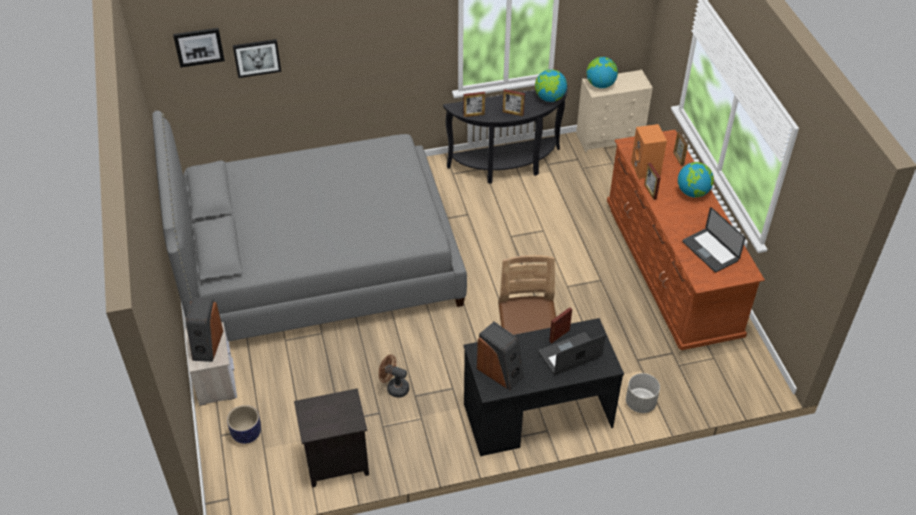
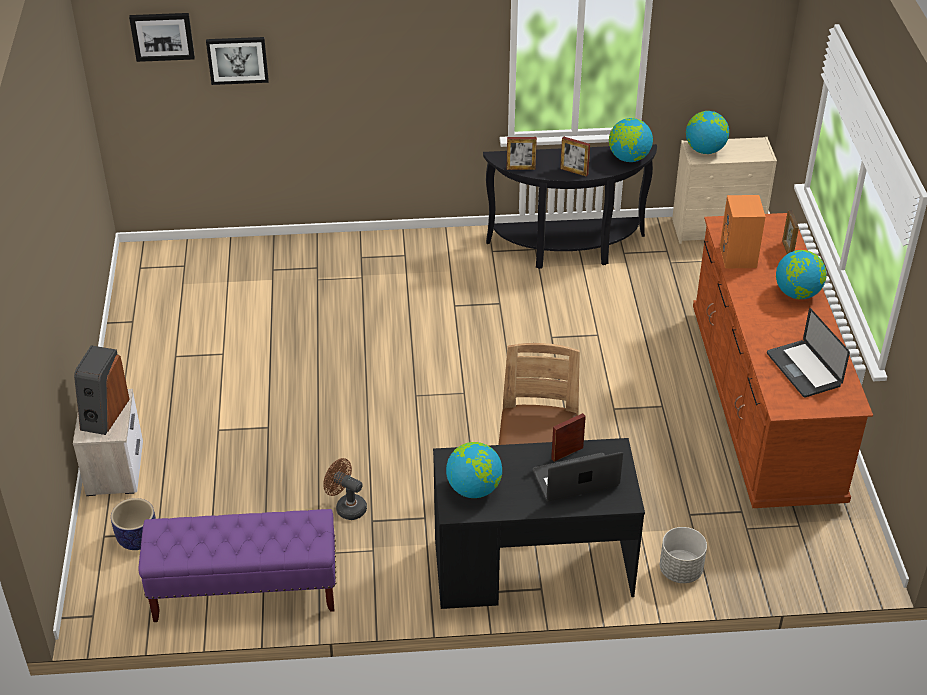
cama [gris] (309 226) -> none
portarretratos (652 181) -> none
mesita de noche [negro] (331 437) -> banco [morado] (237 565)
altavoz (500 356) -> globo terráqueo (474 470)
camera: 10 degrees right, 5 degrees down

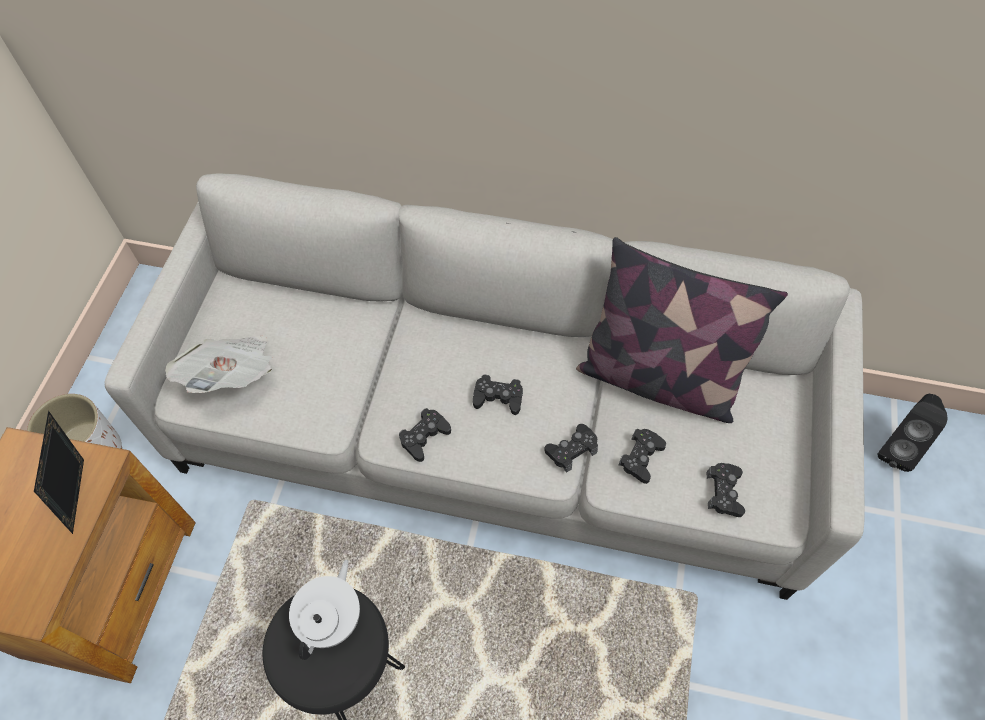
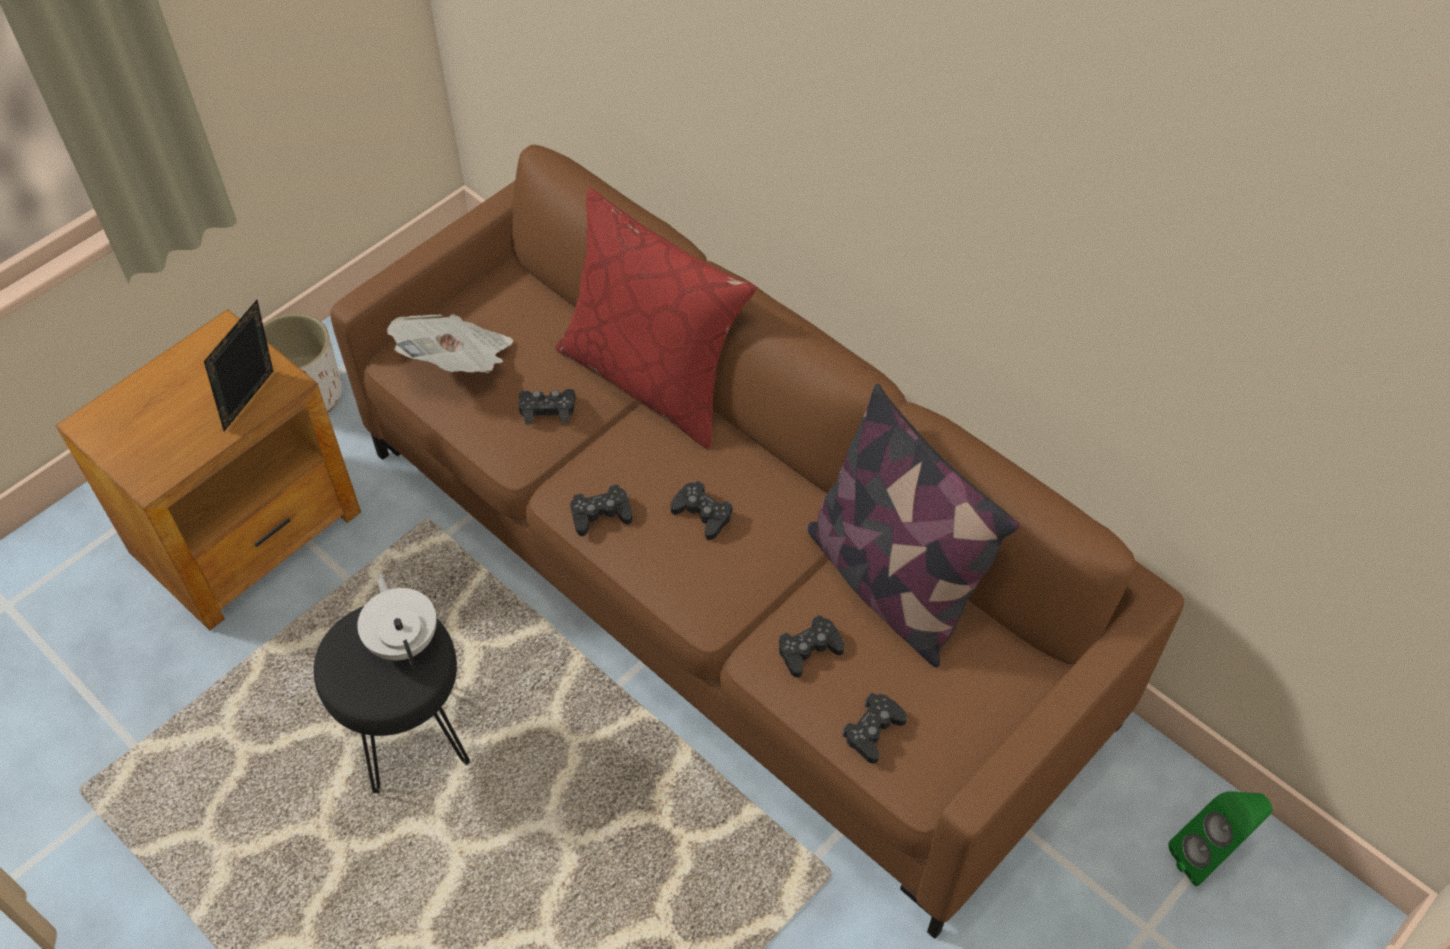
none -> cojín [rojo] (656 319)
mando de consola [negro] (571 448) -> mando de consola [negro] (547 406), move
sofá [gris] (484 386) -> sofá [marrón] (757 542)
altavoz [negro] (912 433) -> altavoz [verde] (1221 839)
tetera [blanco] (324 610) -> tetera [blanco] (397 621), 75 degrees counterclockwise
camera: 30 degrees right, 5 degrees down

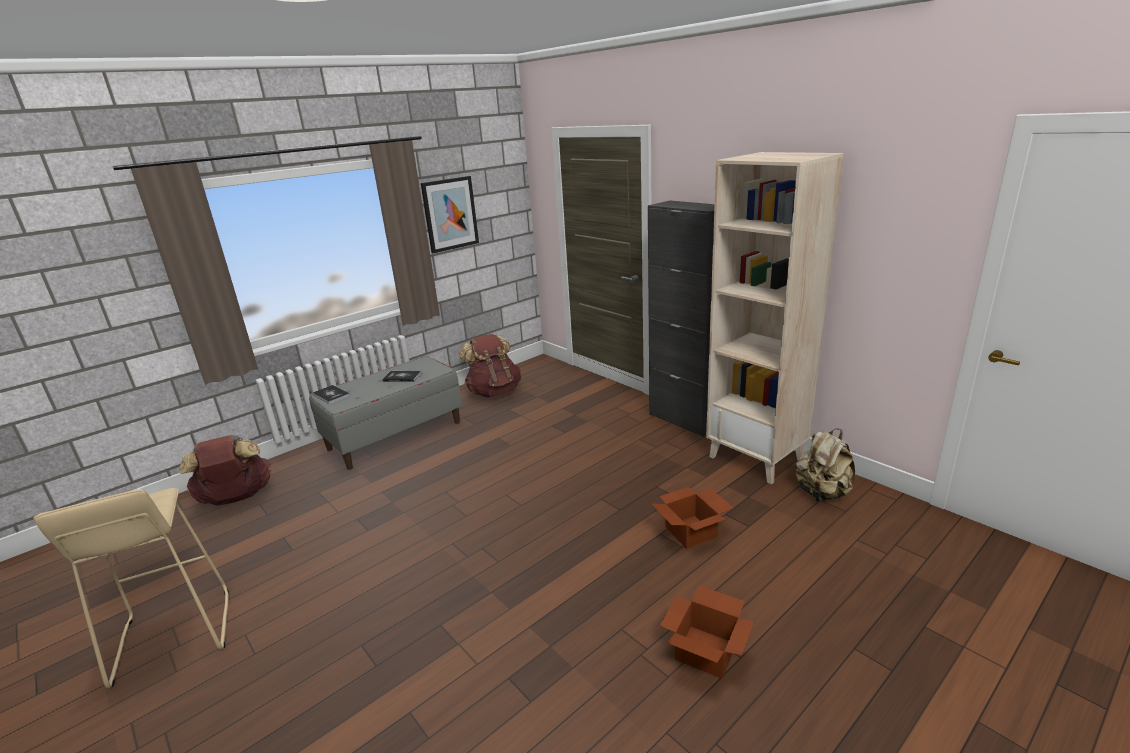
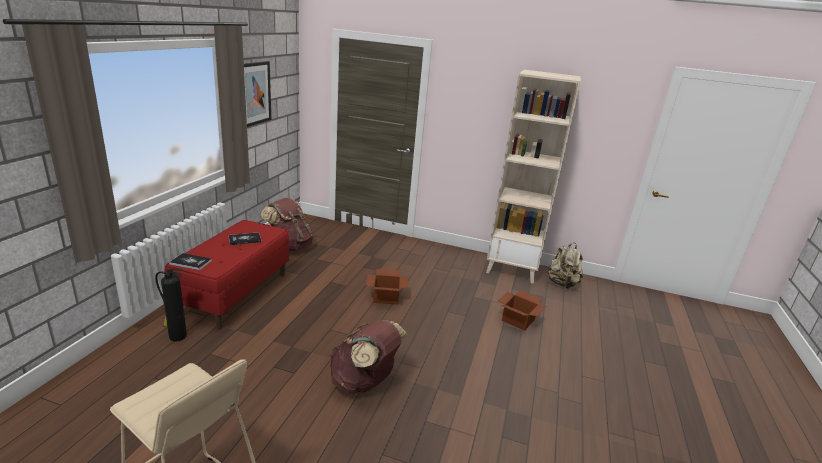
armario [negro] (681 318) -> none
none -> extintor (171 304)
mochila [marrón] (225 470) -> mochila [marrón] (369 357), move
caja de cartón (707 632) -> caja de cartón (387 287), move
banco [gris] (385 413) -> banco [rojo] (226 275)
camera: 35 degrees left, 0 degrees up

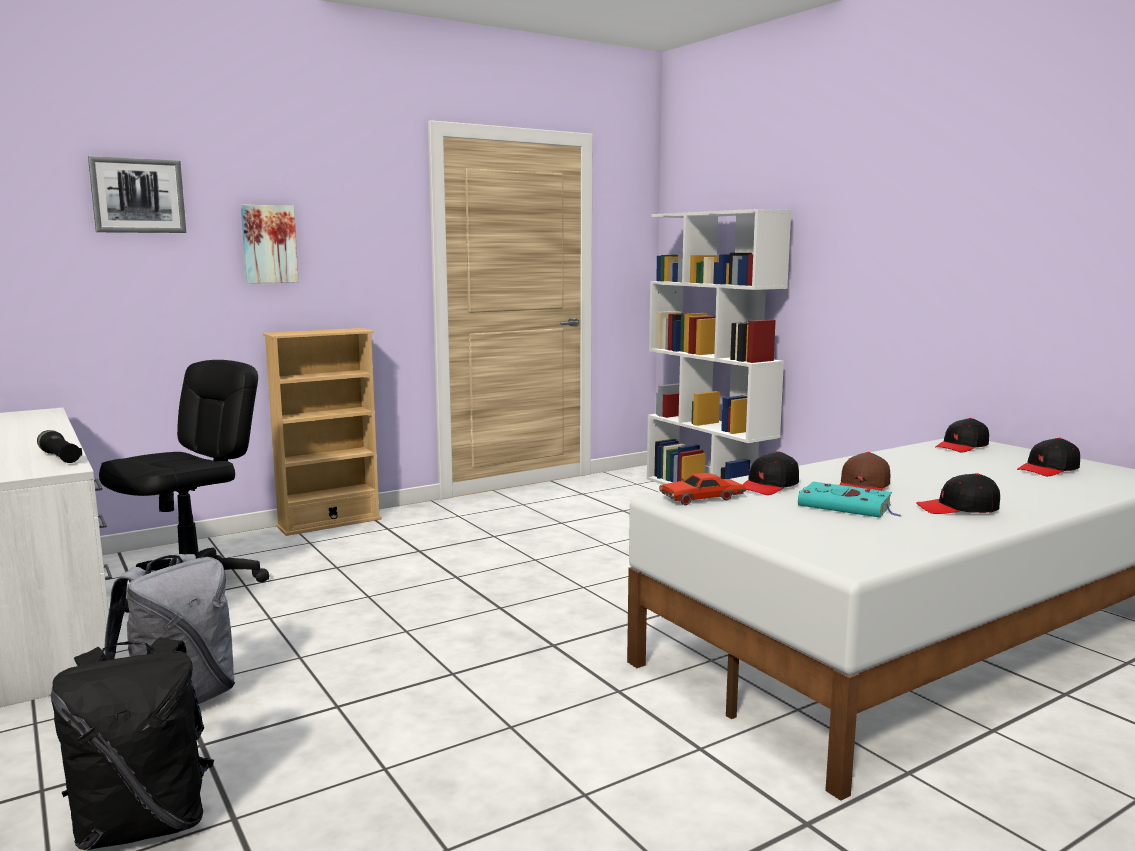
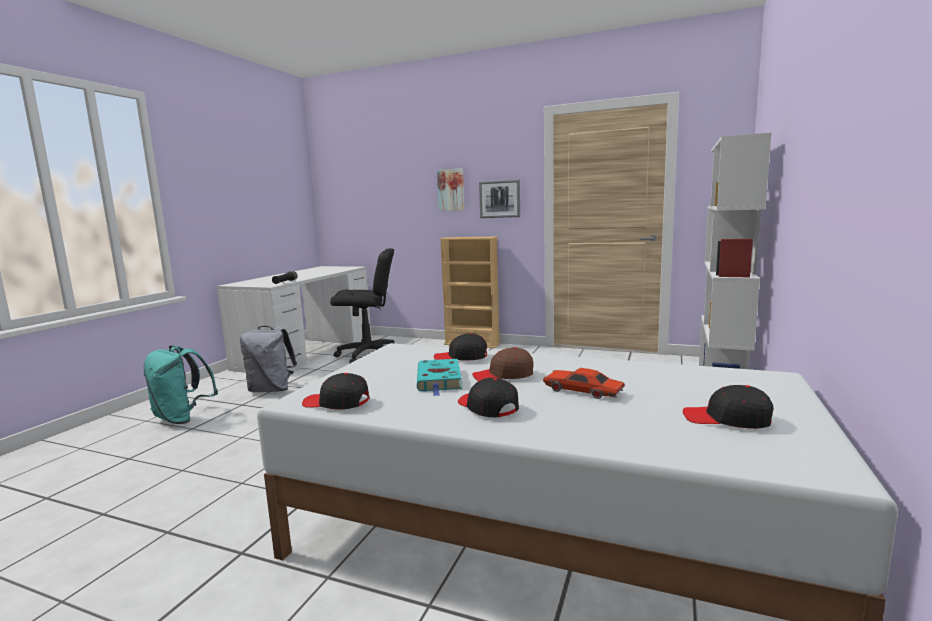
cuadro (137 194) -> cuadro (499 199), move
coche de juguete [rojo] (702 489) -> coche de juguete [rojo] (584 383), move
gorra [negro] (962 435) -> gorra [negro] (335 391), move
mochila [negro] (132 743) -> mochila [turquesa] (181 384)
camera: 55 degrees right, 0 degrees up

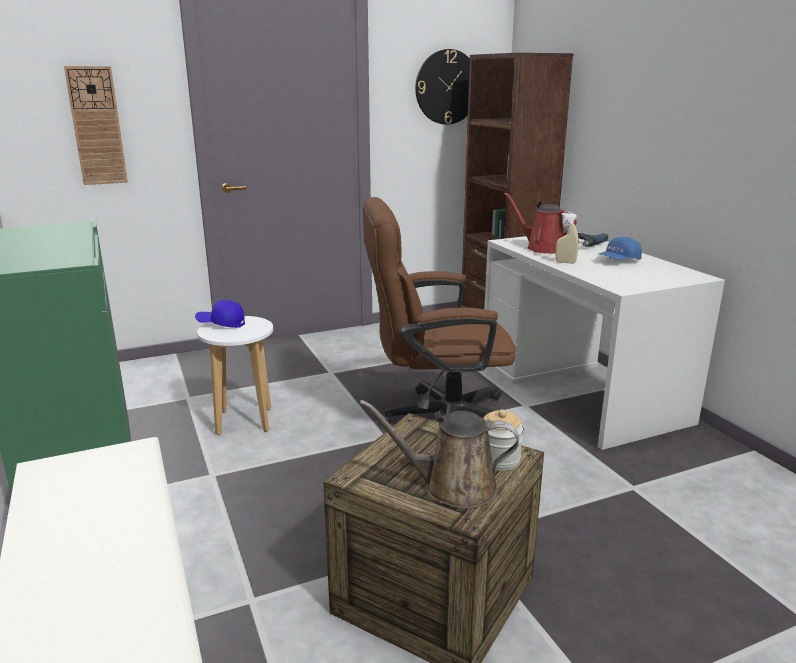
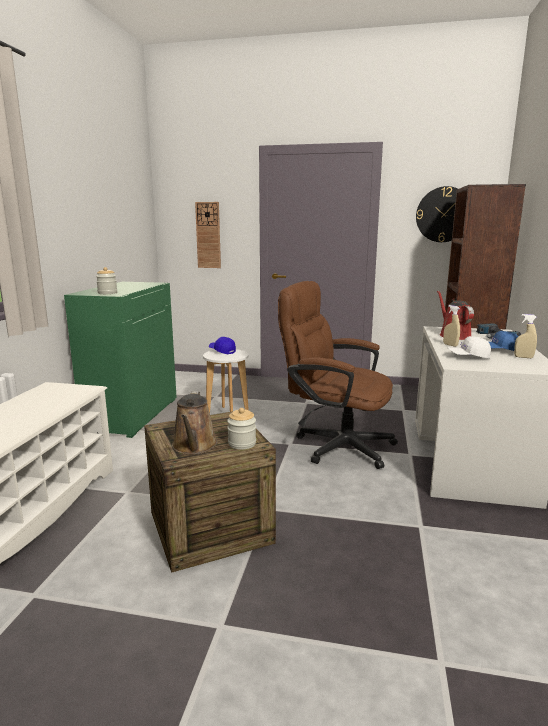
none -> tarro (106 280)
none -> gorra [blanco] (469 347)
none -> pulverizador [beis] (525 336)
regadera [marrón] (439 454) -> regadera [marrón] (195 422), 135 degrees counterclockwise
camera: 35 degrees right, 5 degrees down

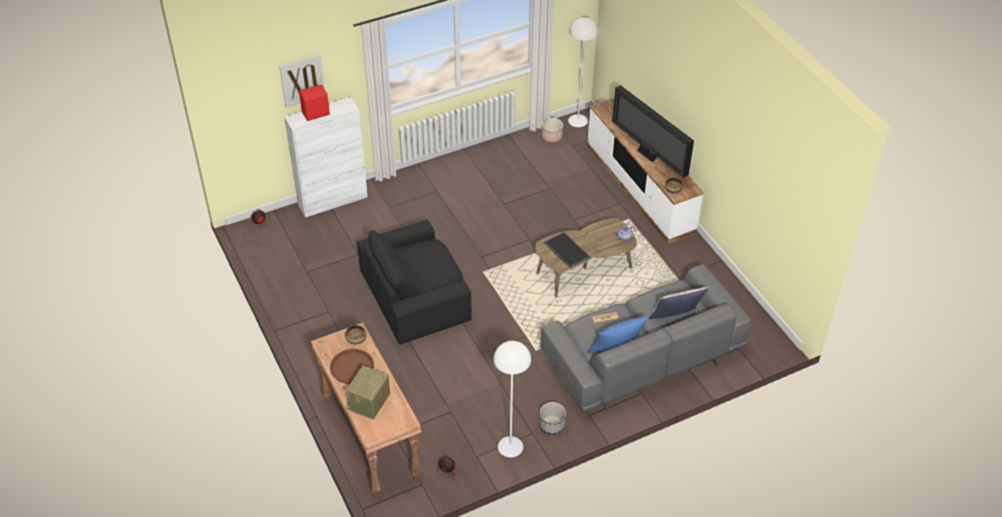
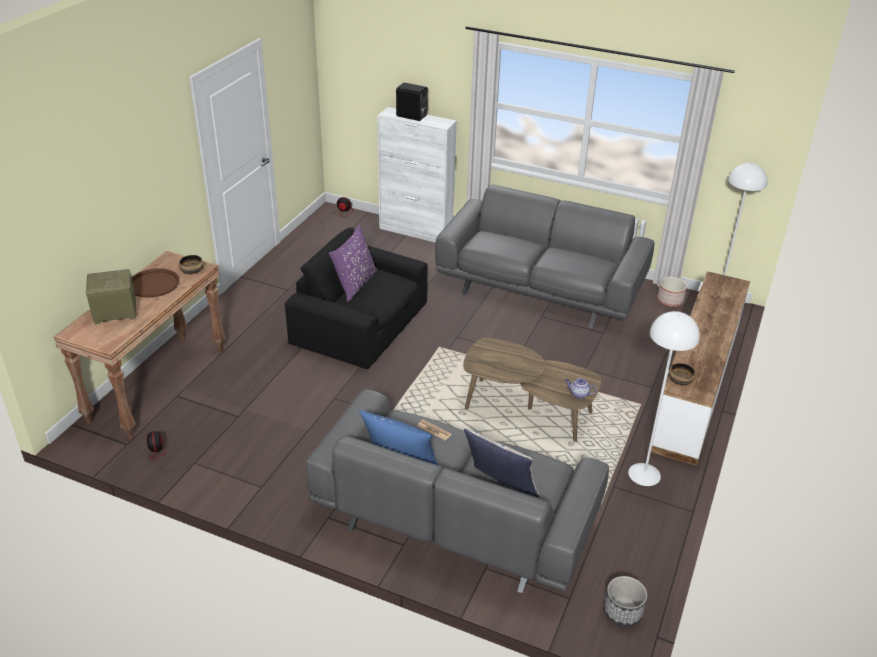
cuadro (302 81) -> none
bandeja (567 250) -> none
televisor (653 131) -> none
none -> cojín [morado] (353 263)
none -> sofá [gris] (544 256)
lámpara de pie [blanco] (512 399) -> lámpara de pie [blanco] (664 398), move
maceta (552 418) -> maceta (625 601), move
altavoz [rojo] (314 102) -> altavoz [negro] (411 101)
camera: 50 degrees right, 10 degrees down

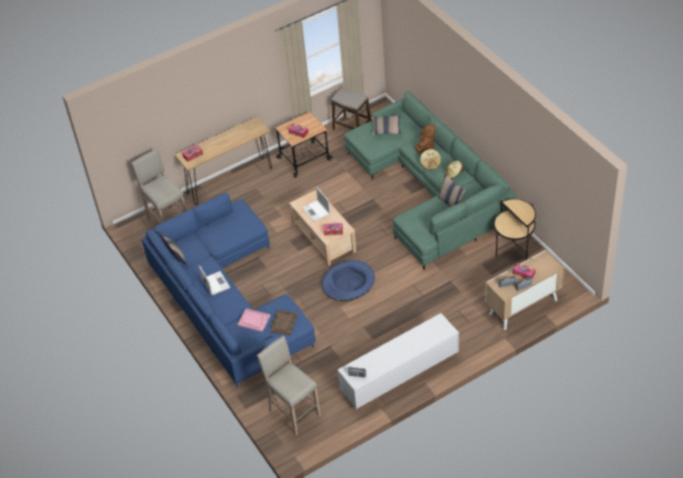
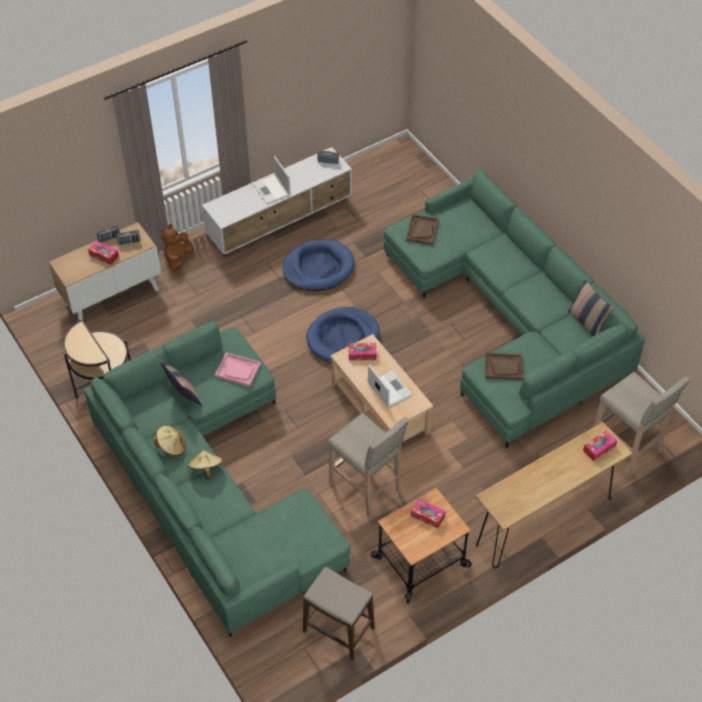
cojín (386 125) -> none
none -> cama para perro [azul] (318 265)
none -> bandeja [marrón] (504 366)
portátil (214 280) -> portátil (272 180), move
bandeja [rosa] (254 320) -> bandeja [rosa] (238 369), move
taburete [beis] (289 385) -> taburete [beis] (368 465), move
peluche [marrón] (425 138) -> peluche [marrón] (177 247), move
sofá [azul] (229 290) -> sofá [verde] (514 308)
camera: 175 degrees right, 5 degrees up

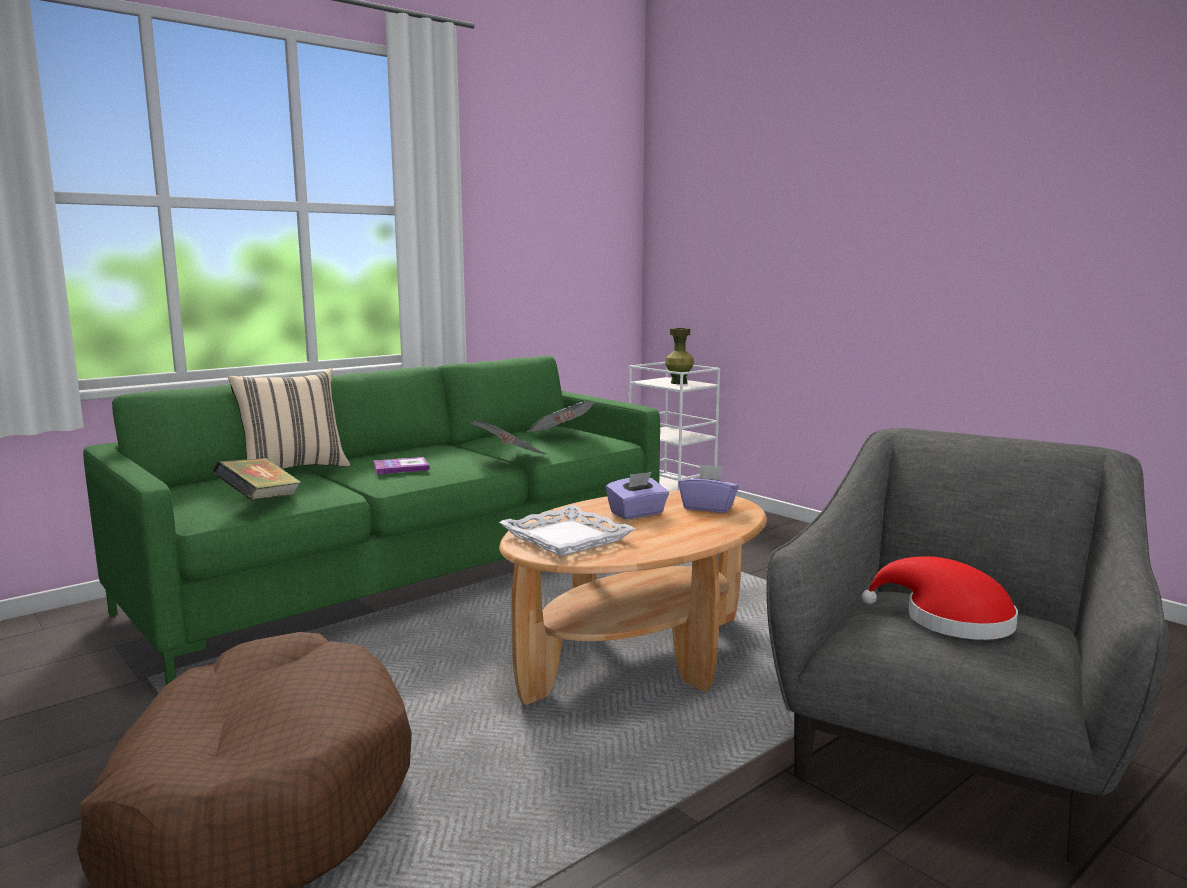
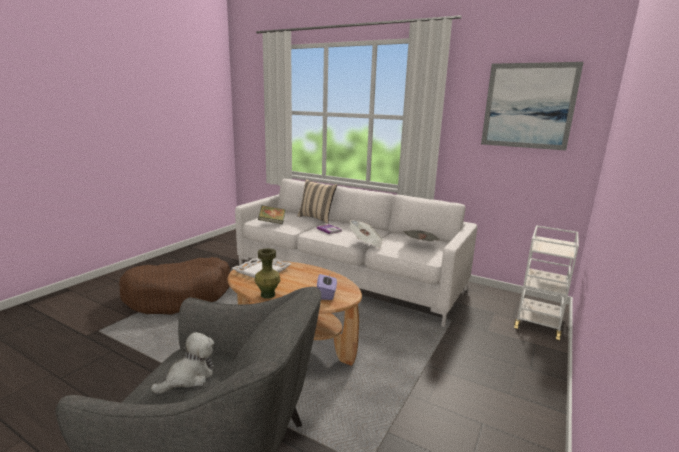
caja de pañuelos [morado] (637 495) -> none
none -> cuadro (532 106)
florero [verde] (679 356) -> florero [verde] (267 273), move
sombrero [rojo] (940 598) -> peluche (182 363)
sofá [verde] (371 520) -> sofá [blanco] (356 253)
camera: 70 degrees right, 5 degrees up

